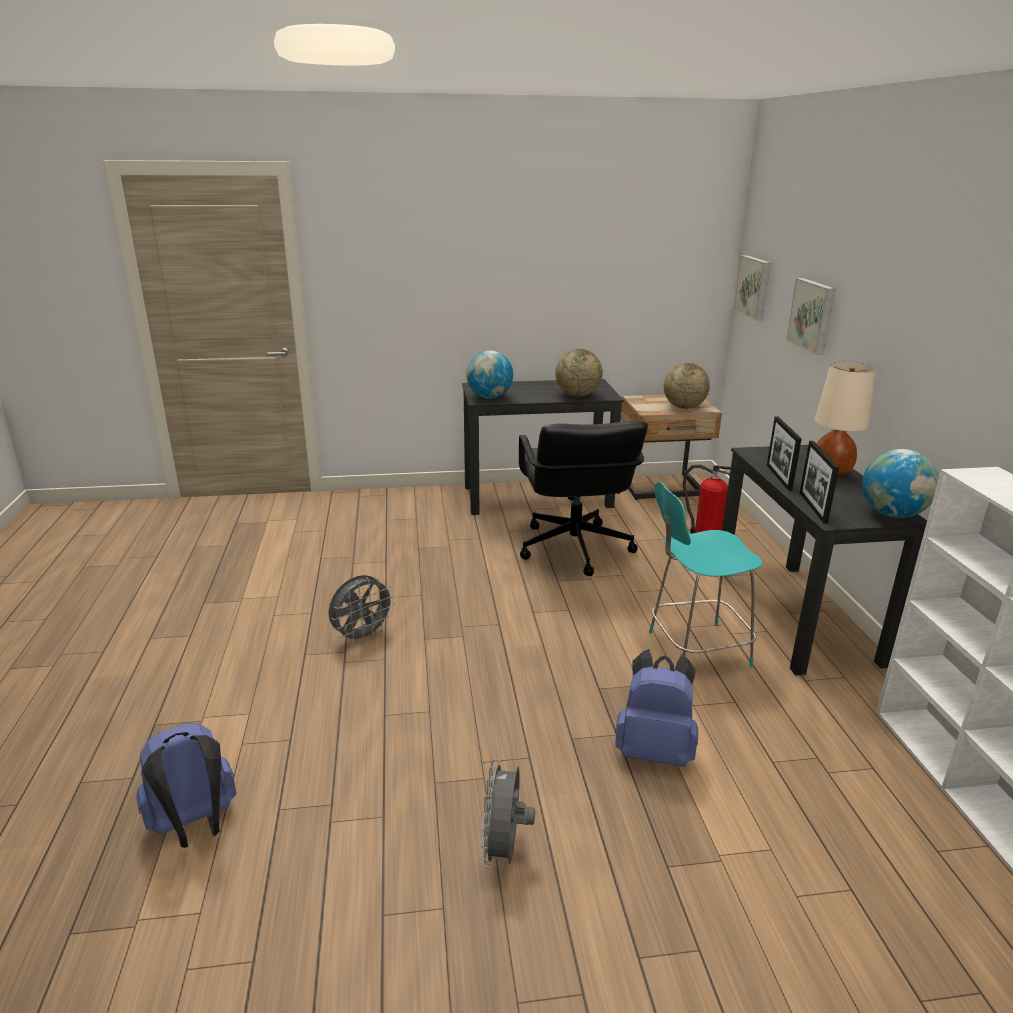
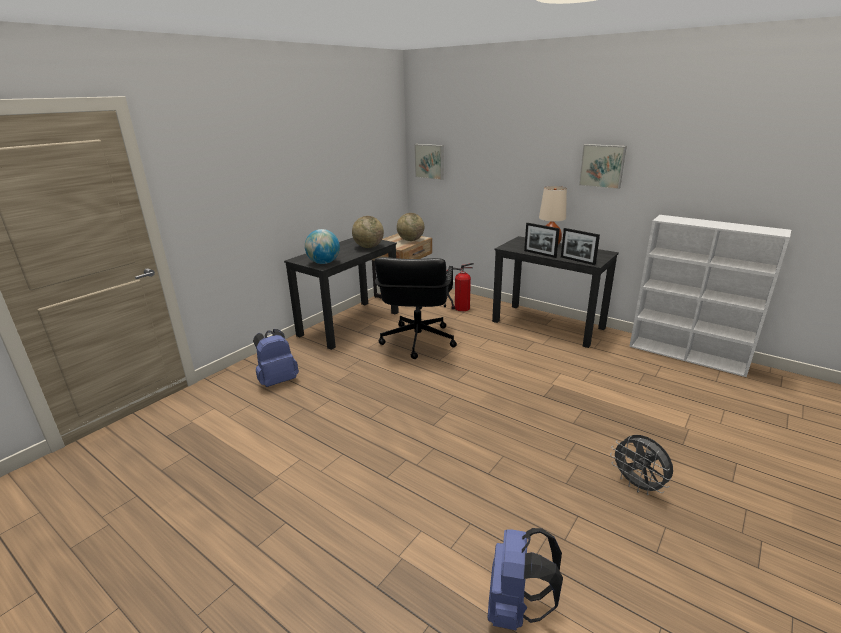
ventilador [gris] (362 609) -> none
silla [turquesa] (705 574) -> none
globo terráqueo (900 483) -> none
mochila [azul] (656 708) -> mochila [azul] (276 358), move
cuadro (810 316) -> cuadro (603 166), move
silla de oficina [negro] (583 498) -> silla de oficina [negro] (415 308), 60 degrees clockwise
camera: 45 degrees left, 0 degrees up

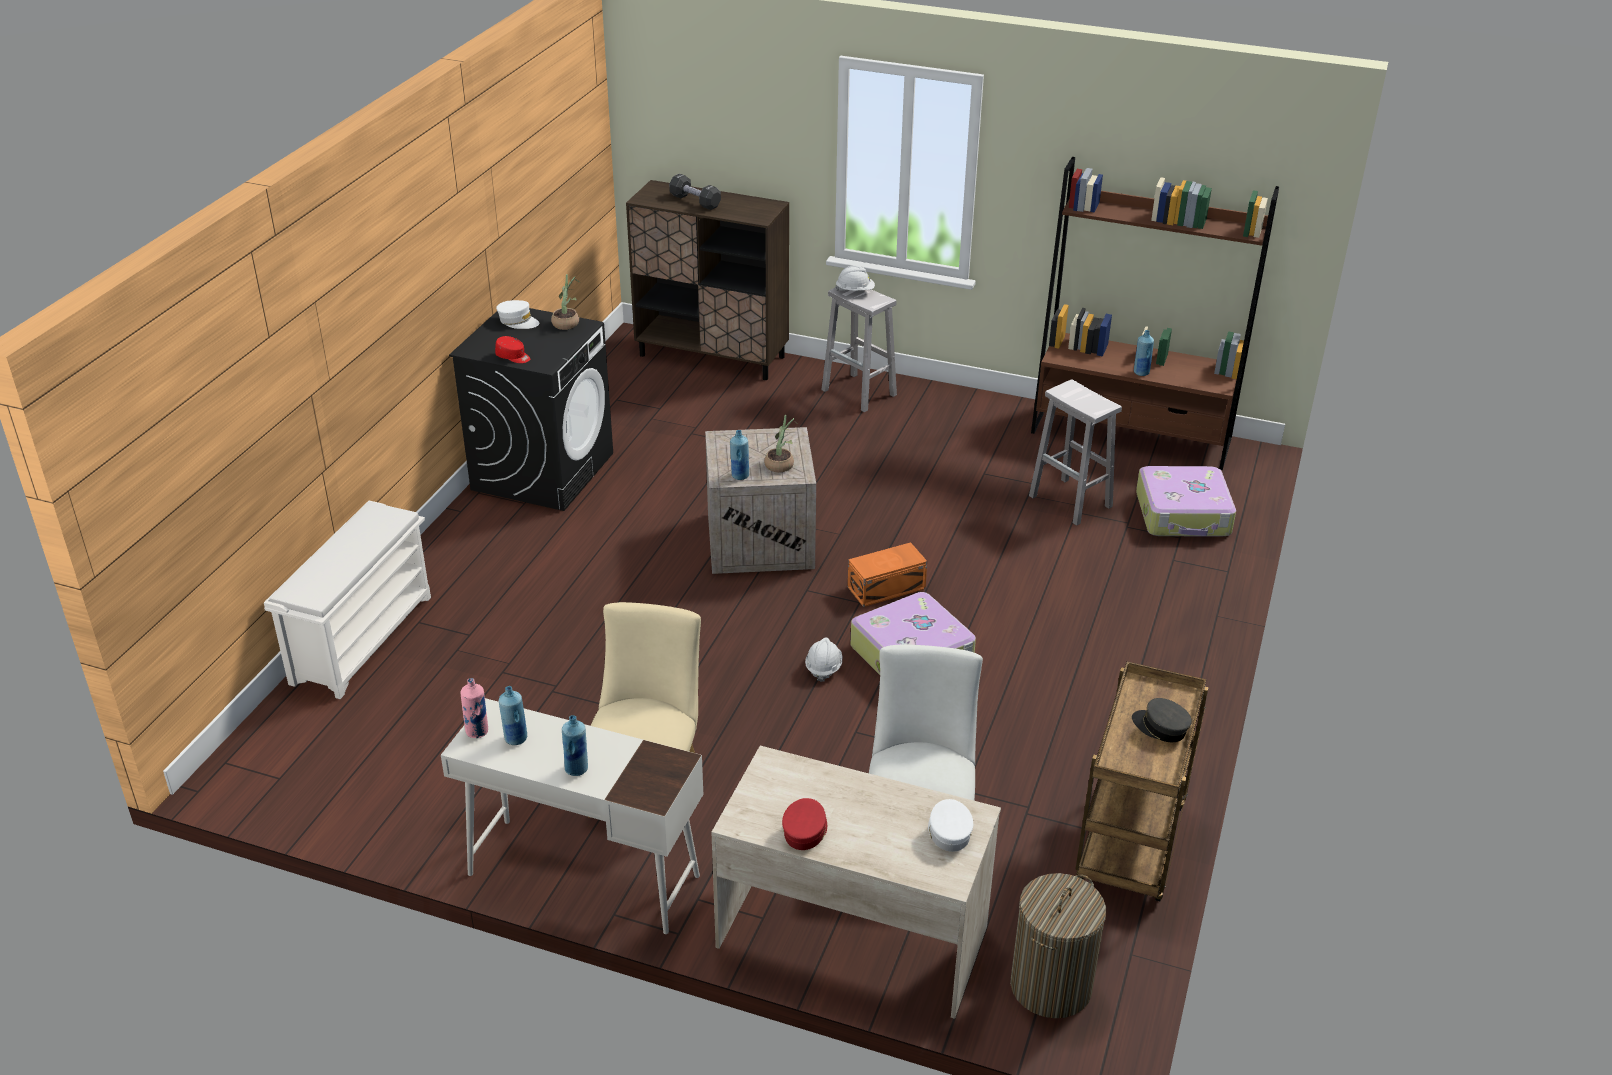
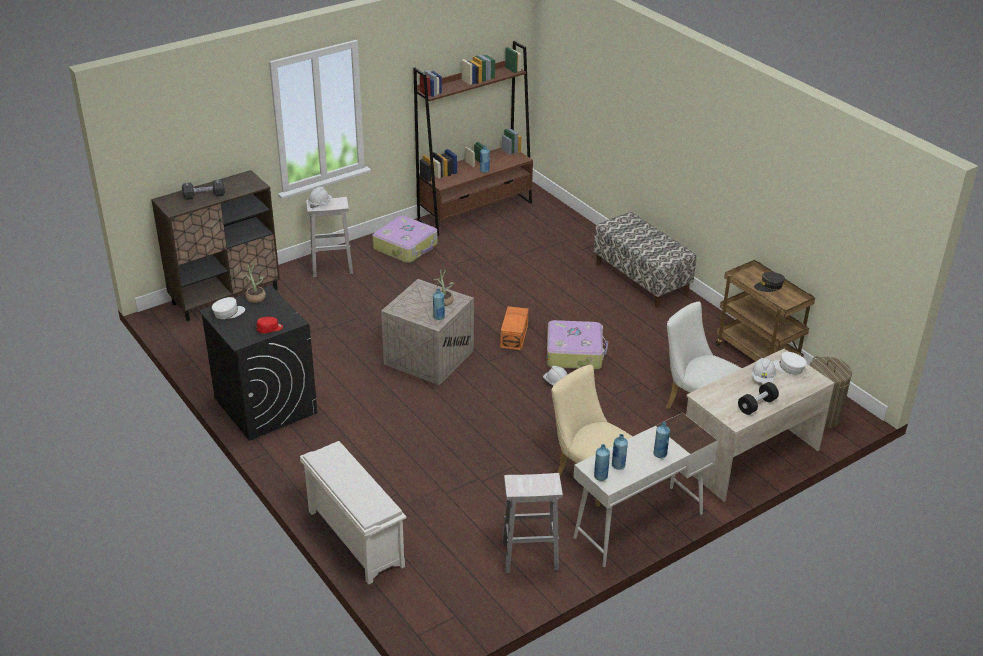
none -> banco (644 260)
none -> casco [blanco] (763 370)
taburete [blanco] (1075 452) -> taburete [blanco] (532 523), move
maleta (1186 501) -> maleta (405 239), move
gorra [rojo] (804 824) -> mancuerna [negro] (758 398)
botella [rosa] (474 708) -> botella [azul] (602 462)
camera: 55 degrees left, 0 degrees up

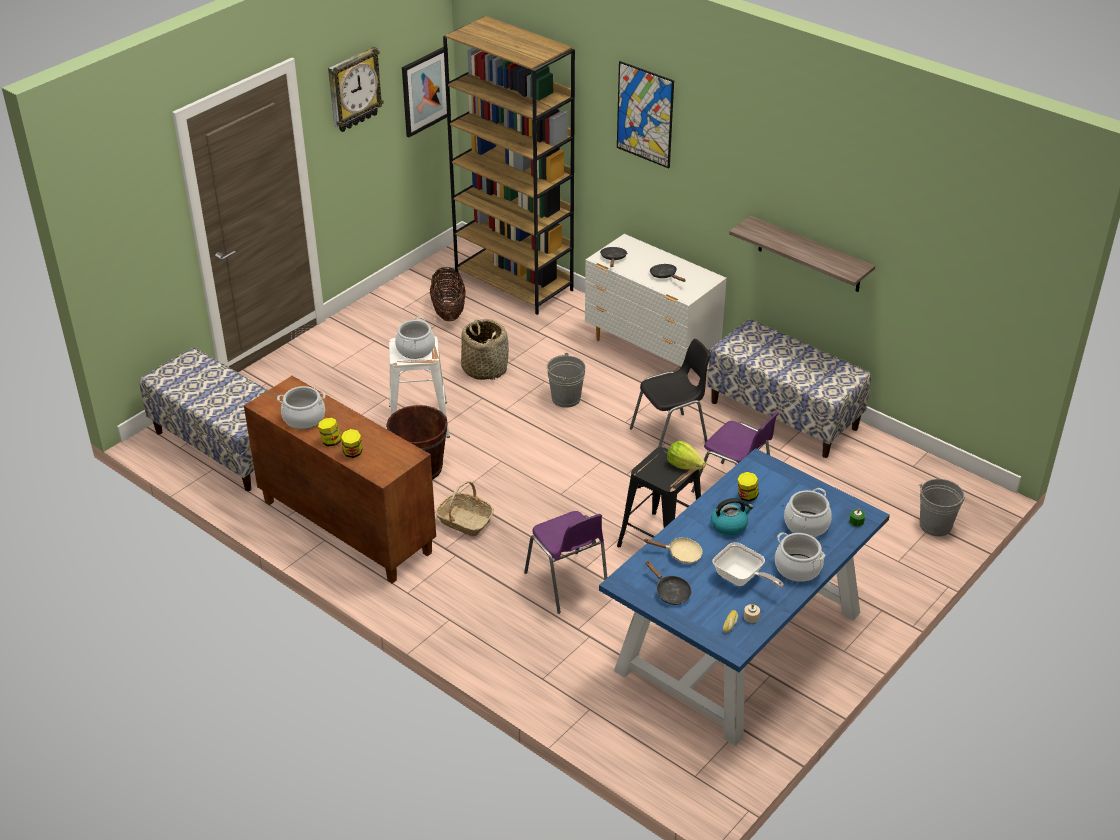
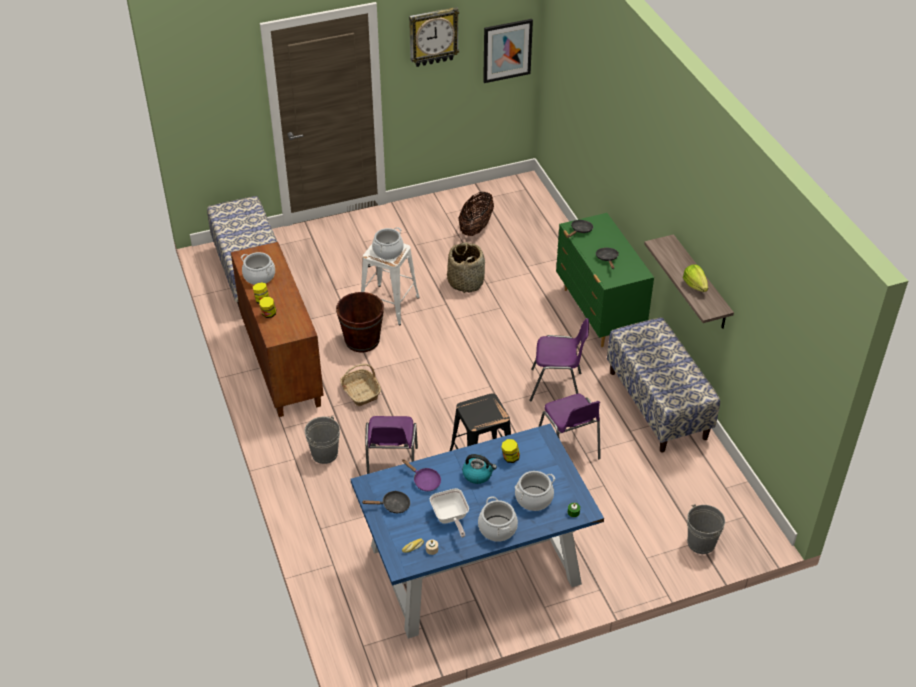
estantería [marrón] (509 165) -> none
cuadro (645 114) -> none
cubo [gris] (566 380) -> cubo [gris] (322 440), move
lechuga (686 455) -> lechuga (695 278), move
cómoda [blanco] (656 300) -> cómoda [verde] (605 280)
silla [negro] (670 393) -> silla [morado] (559 360)
sartén [beis] (673 551) -> sartén [morado] (421 475)
sartén [negro] (668 583) -> sartén [negro] (386 502), 90 degrees counterclockwise
camera: 30 degrees right, 5 degrees up

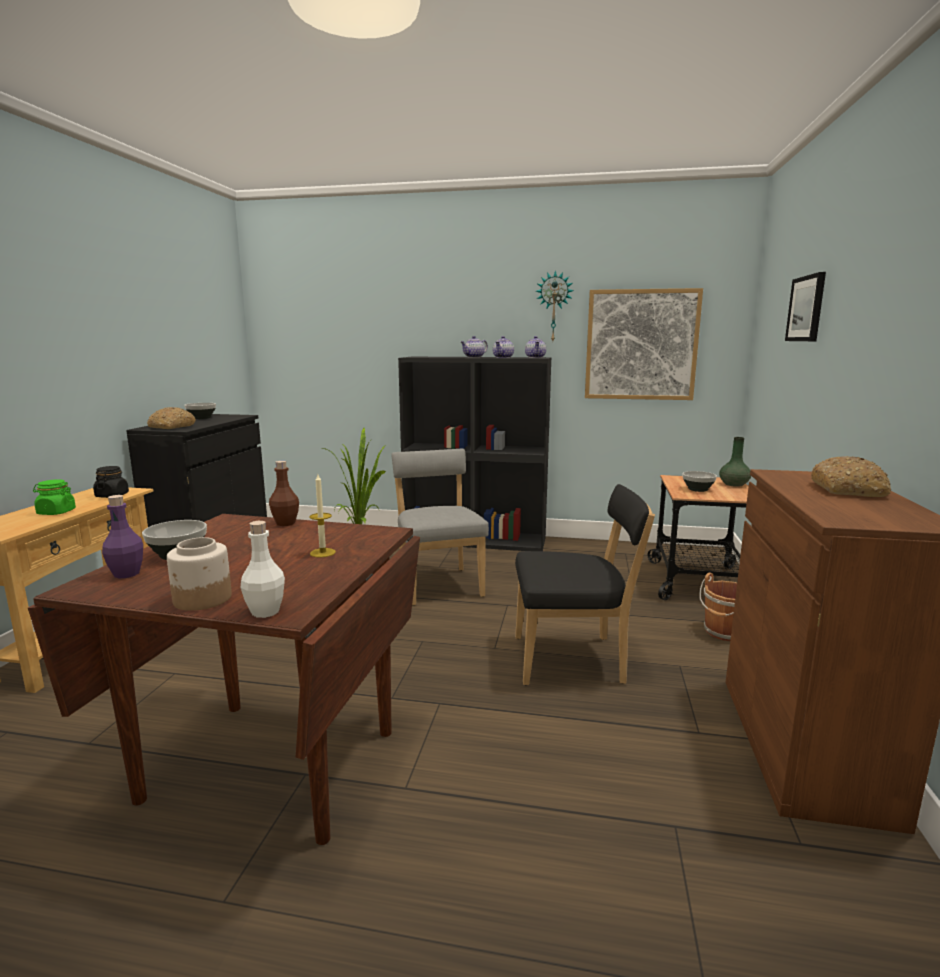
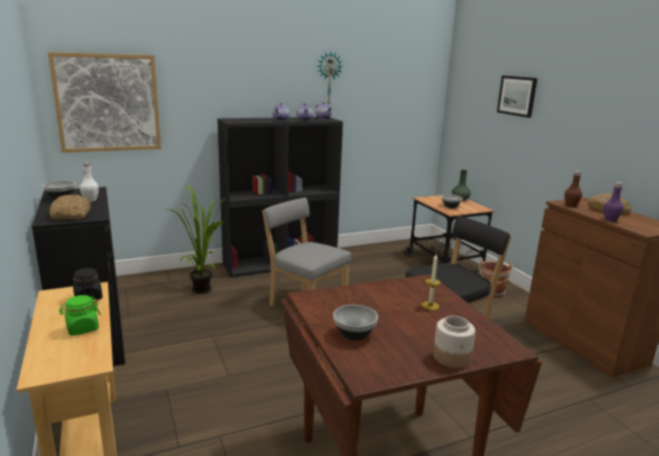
botella [morado] (122 537) -> botella [morado] (613 202), move
botella [blanco] (263 569) -> botella [blanco] (89 182), move
botella [marrón] (284 493) -> botella [marrón] (573 189), move
cuadro (644 344) -> cuadro (104 102), move
camera: 35 degrees left, 5 degrees up

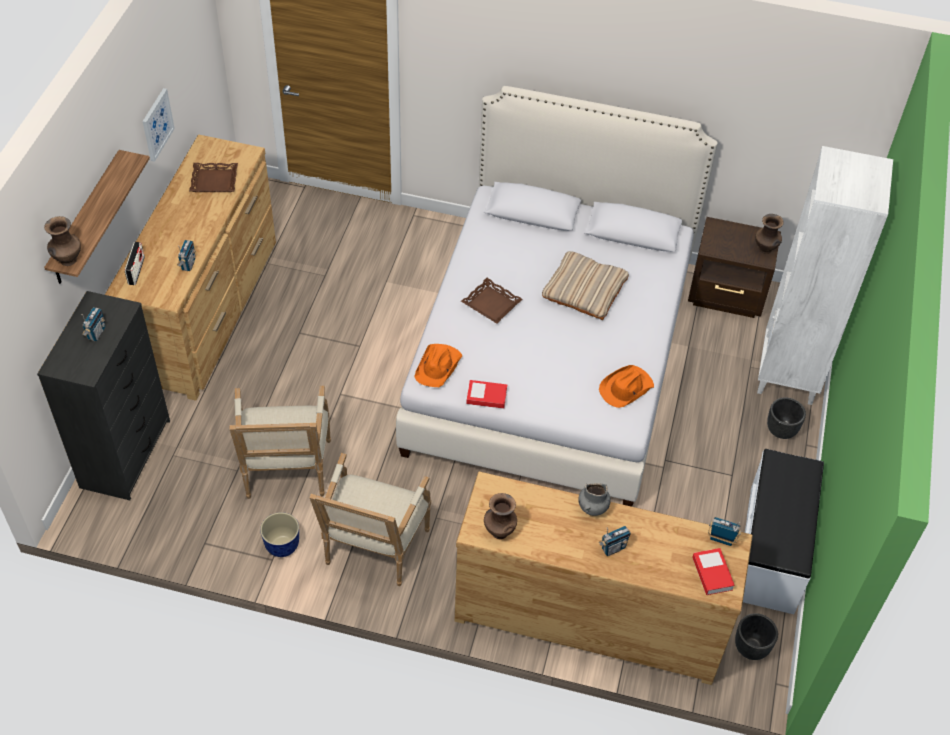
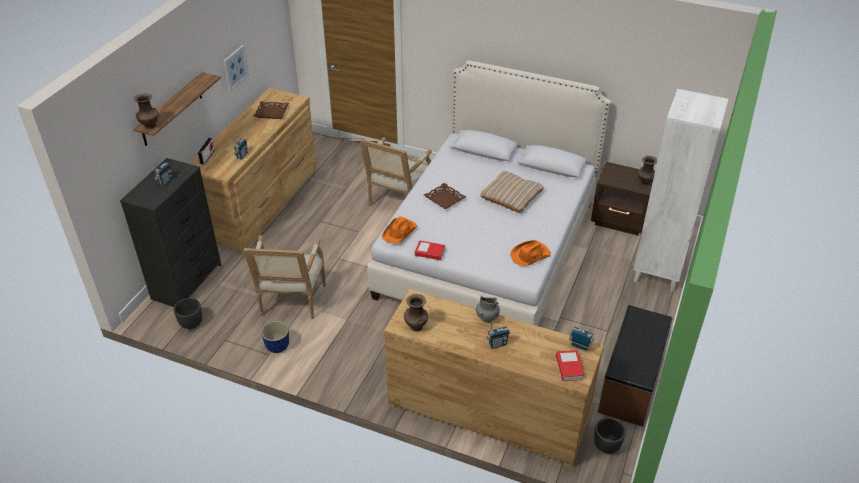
sillón (370 519) -> sillón (396 171), move
maceta [negro] (786 418) -> maceta [negro] (188 313), move
banco [blanco] (783 531) -> banco [marrón] (635 366)
camera: 10 degrees right, 10 degrees down

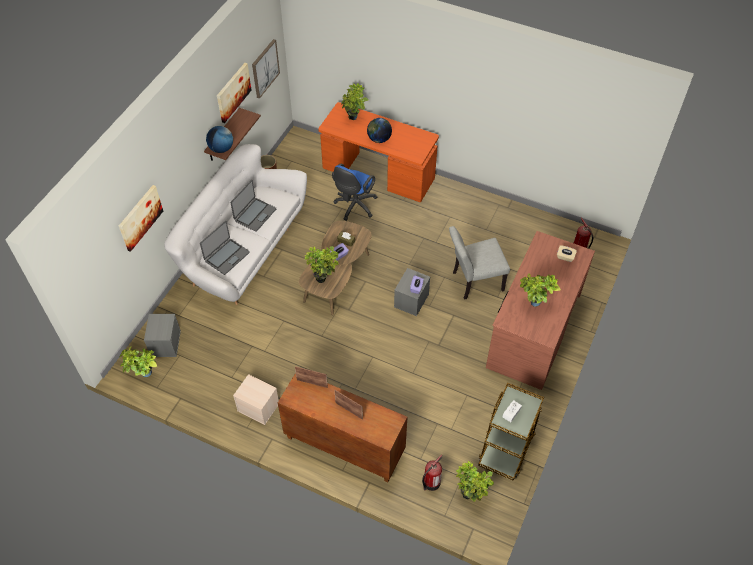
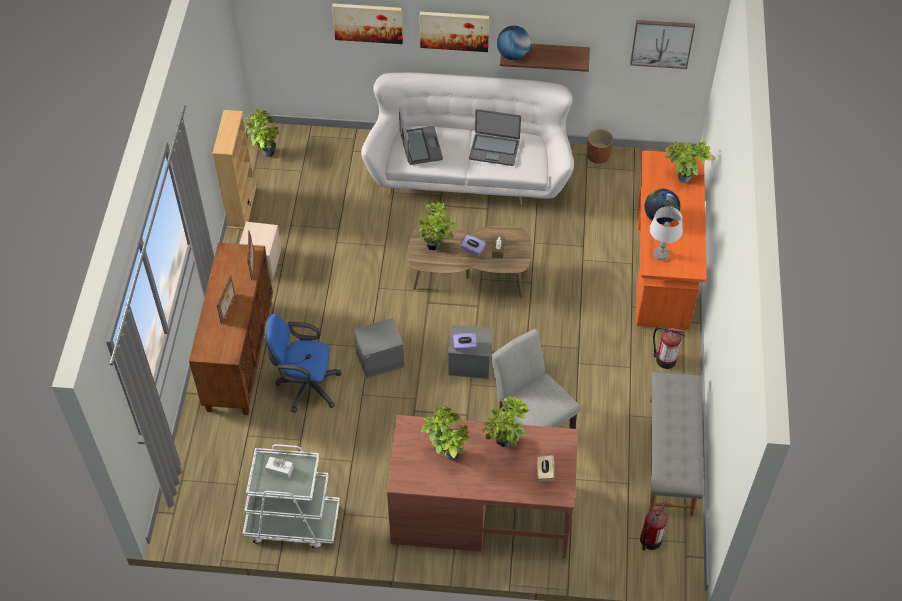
none -> estantería [beis] (234 169)
none -> lámpara de mesa [gris] (666 233)
none -> banco [gris] (676 444)
caja de almacenaje [gris] (162 335) -> caja de almacenaje [gris] (379 348), move
cuadro (234 93) -> cuadro (454 32), move
silla de oficina [azul] (354 192) -> silla de oficina [azul] (302 363), move
extintor (432 472) -> extintor (669 348), move
planta en maceta (475 481) -> planta en maceta (506 421), move
carrito [marrón] (511 431) -> carrito [blanco] (291 496)
portátil (225 248) -> portátil (421 136), 120 degrees counterclockwise
camera: 70 degrees right, 0 degrees up

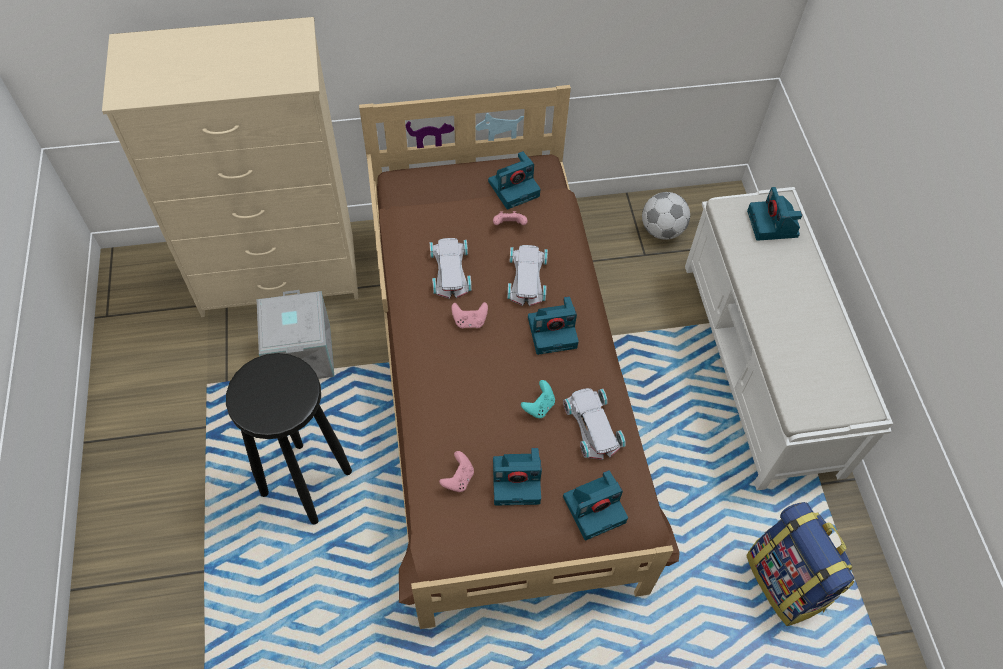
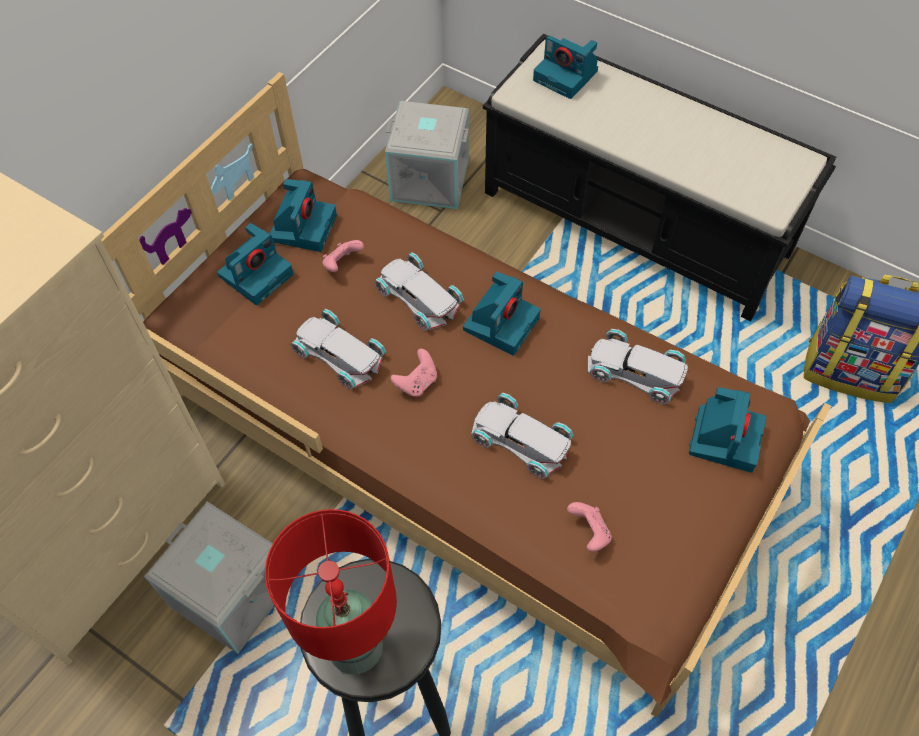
mando de consola [turquesa] (538 399) -> none
none -> lámpara de mesa [rojo] (331 592)
none -> coche de juguete [blanco] (522 436)
cámara (517 477) -> cámara (255 264), move
balón de fútbol (666 216) -> caja de almacenaje [gris] (427 155)
banco [blanco] (789 338) -> banco [negro] (659 177)
camera: 45 degrees left, 0 degrees up

